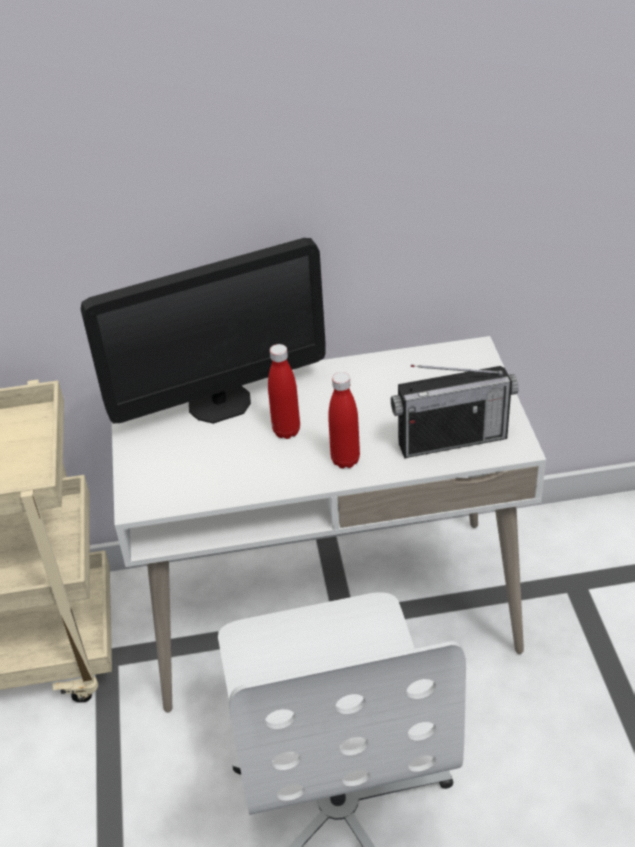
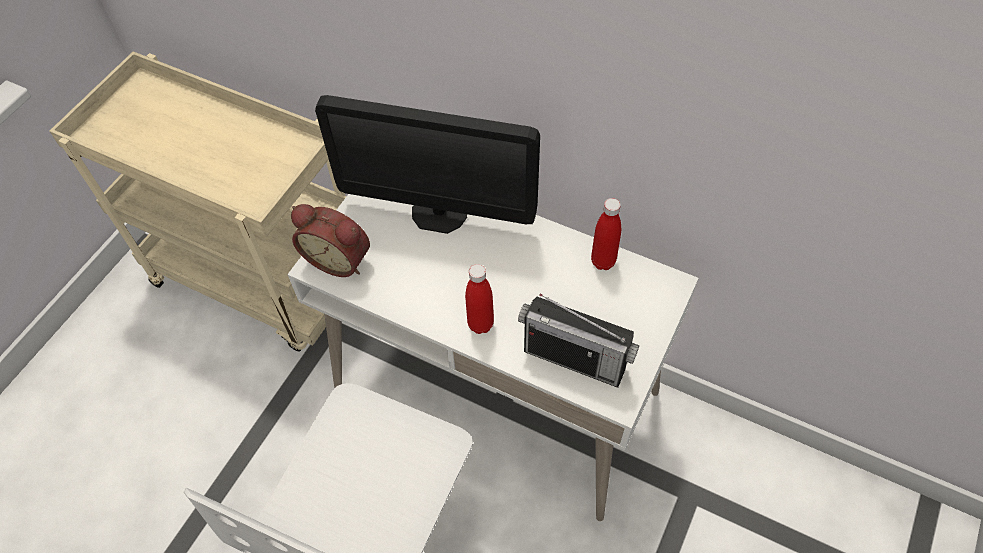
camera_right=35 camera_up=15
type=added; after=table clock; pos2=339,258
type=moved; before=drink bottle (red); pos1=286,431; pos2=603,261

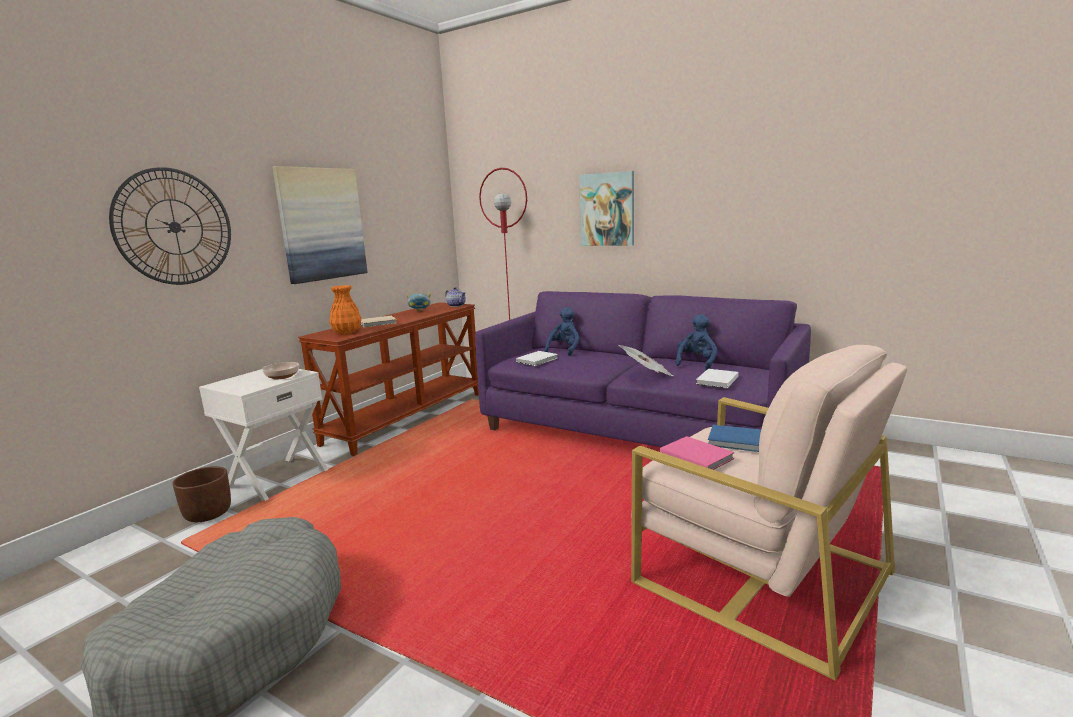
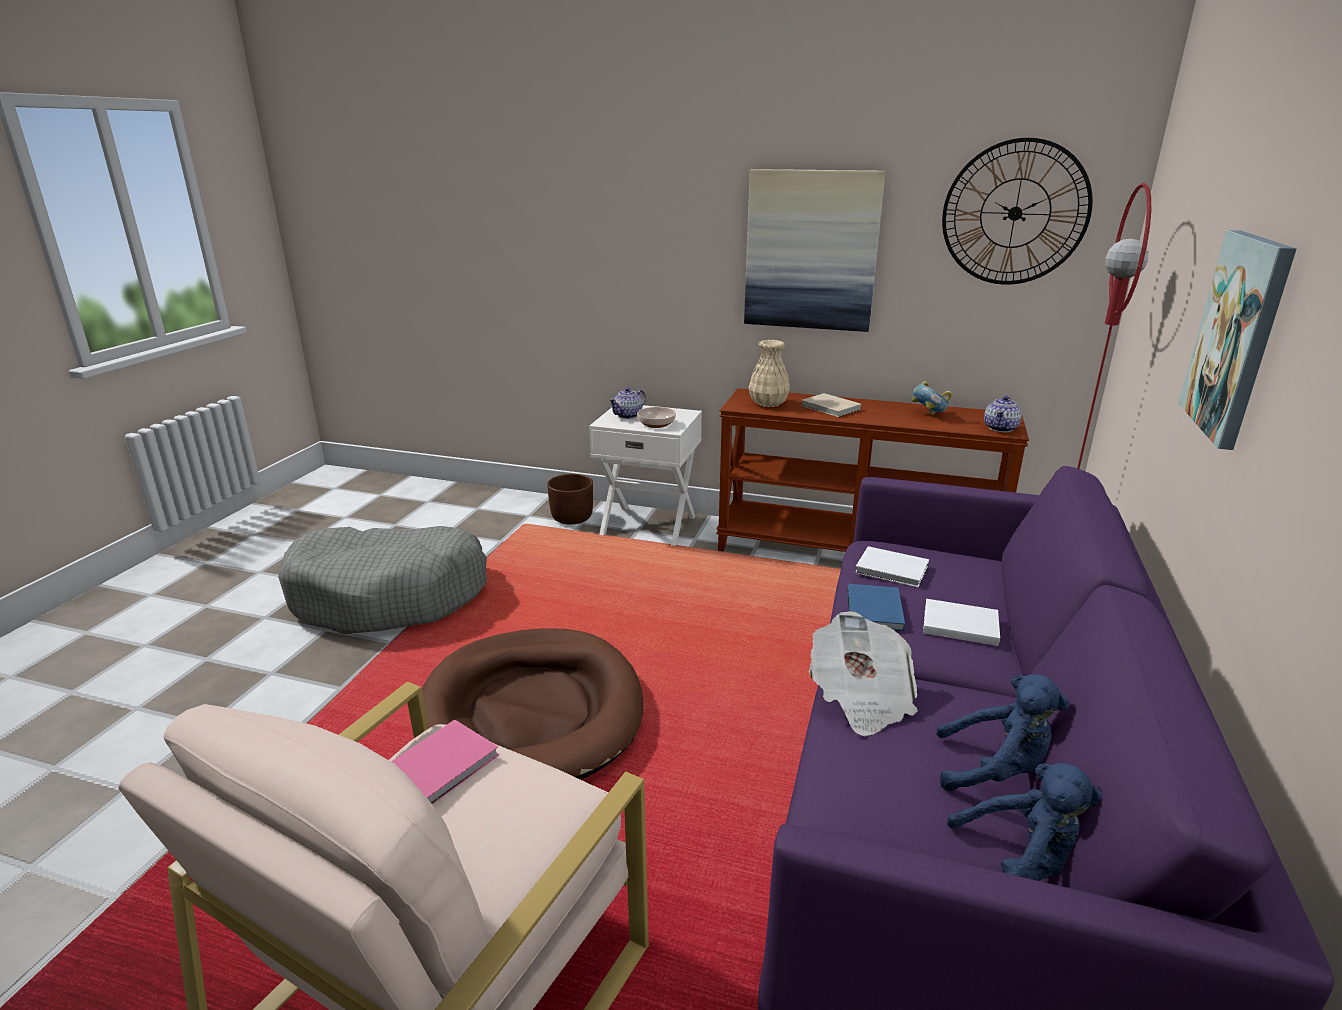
camera_right=75 camera_up=10
type=added; after=dog bed (brown-coloured); pos2=531,713
type=added; after=pot for tea; pos2=628,415
type=moved; before=clock on the wall; pos1=174,227; pos2=1015,213
type=moved; before=plush toy (blue); pos1=564,350; pos2=1017,869
type=moved; before=book (white-coloured); pos1=716,380; pos2=958,624
type=moved; before=book (blue); pos1=739,441; pos2=873,611
type=recoloured; before=flower vase (orangey); after=flower vase (beige-coloured); pos1=347,332; pos2=768,403

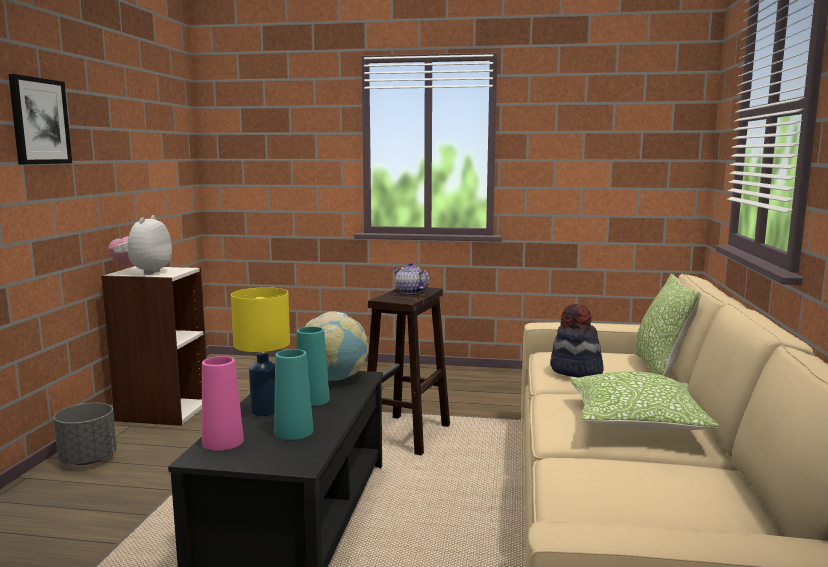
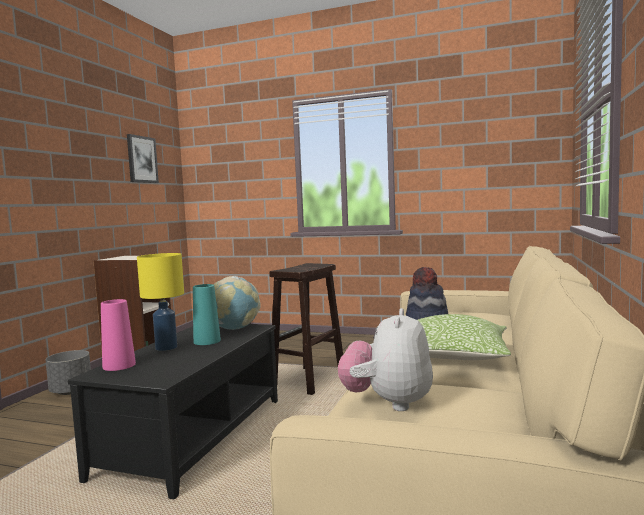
camera_right=10 camera_up=-5
type=removed; before=flower vase (turquoise); pos1=293,431
type=removed; before=pot for tea; pos1=409,292
type=removed; before=throw pillow; pos1=660,368
type=moved; before=wall art; pos1=39,121; pos2=142,159
type=moved; before=plush toy; pos1=144,272; pos2=388,403

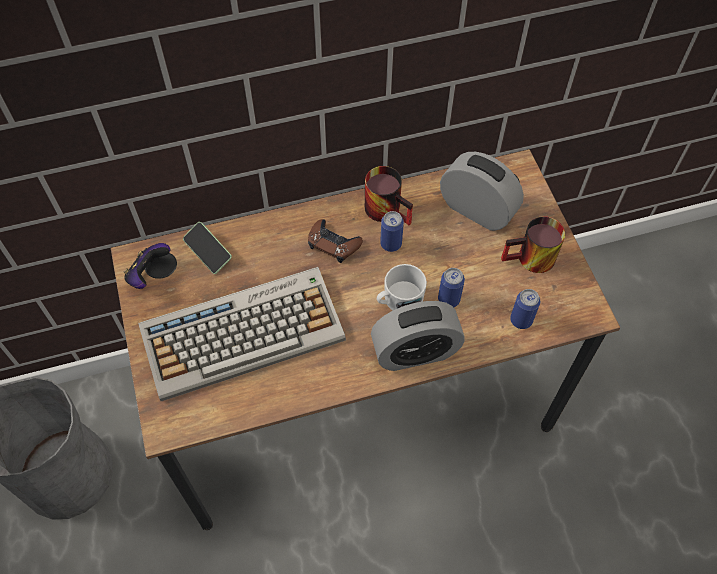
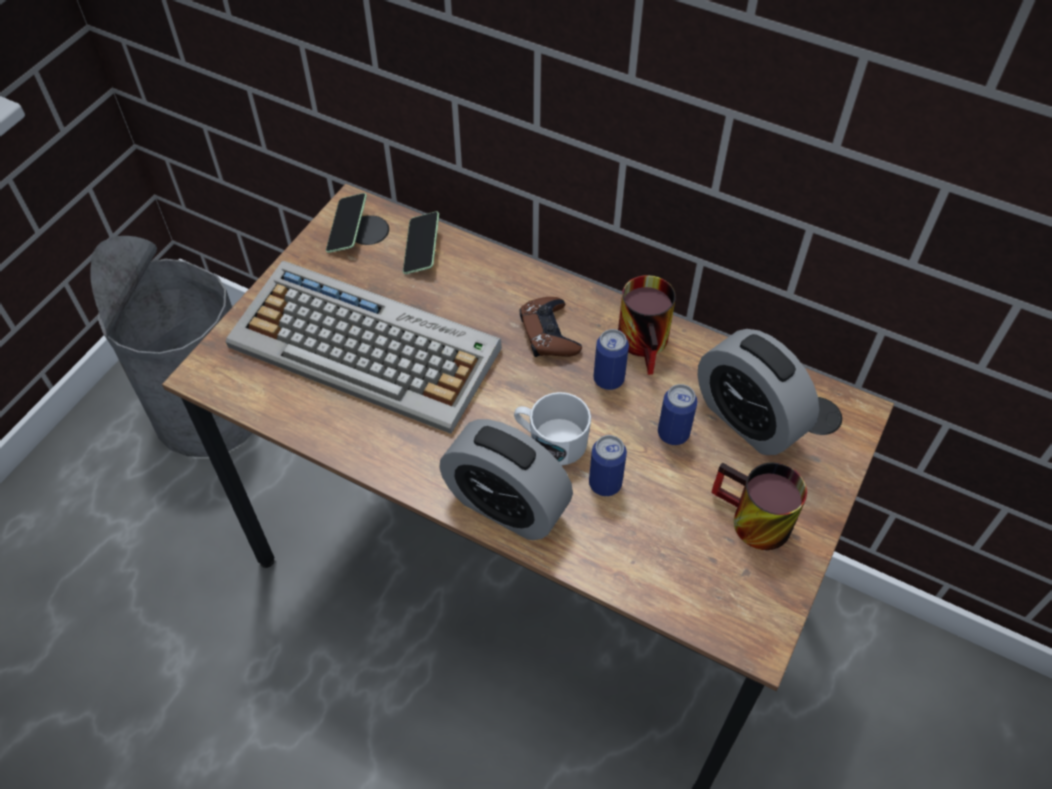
camera_right=45 camera_up=-5
type=moved; before=metal can; pos1=521,320; pos2=673,433
type=replaced; before=joypad; after=telephone; pos1=148,274; pos2=347,230
type=turned; before=table clock; pos1=477,210; pos2=748,419; turn=150

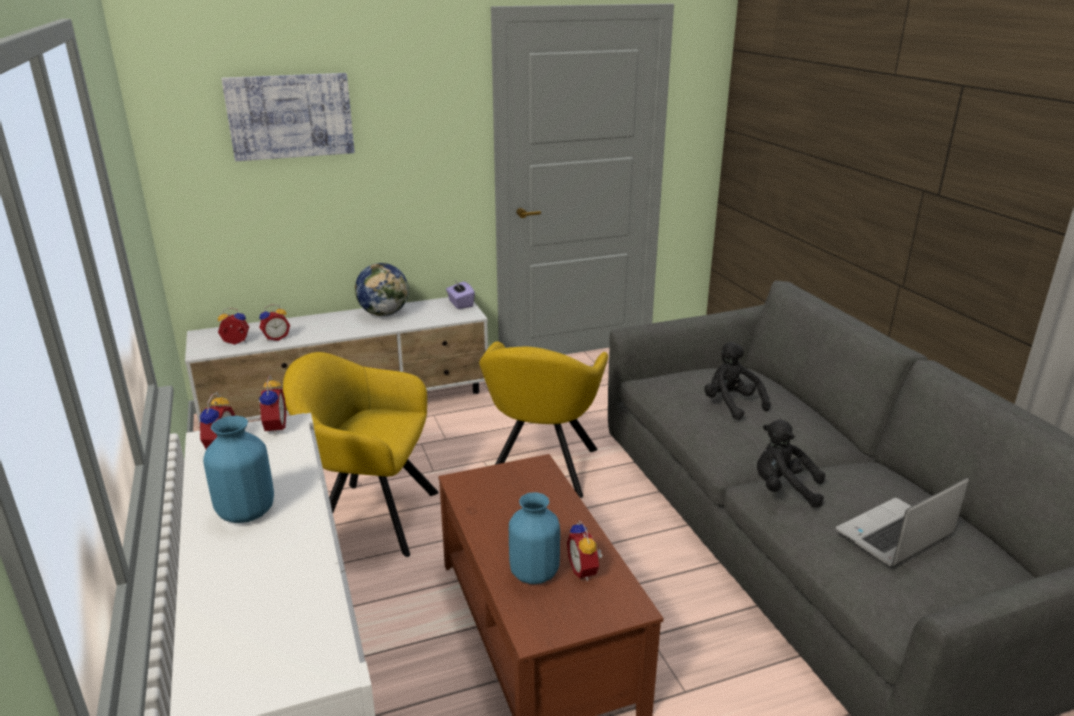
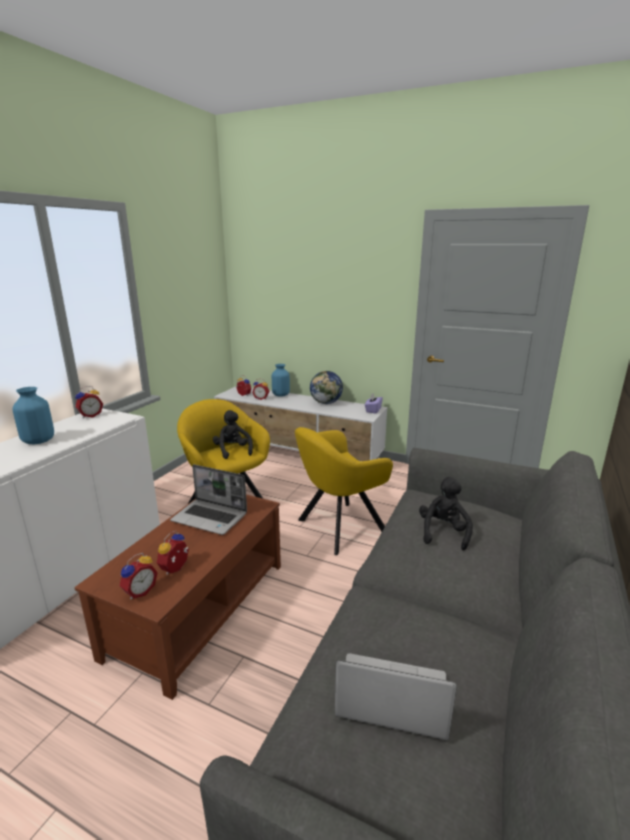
camera_right=45 camera_up=-5
type=removed; before=wall art; pos1=290,116
type=added; after=portable computer; pos2=210,518
type=moved; before=table clock; pos1=273,428; pos2=139,591
type=moved; before=flower vase (blue); pos1=534,574; pos2=280,395
type=moved; before=plush toy (black); pos1=784,489; pos2=233,451

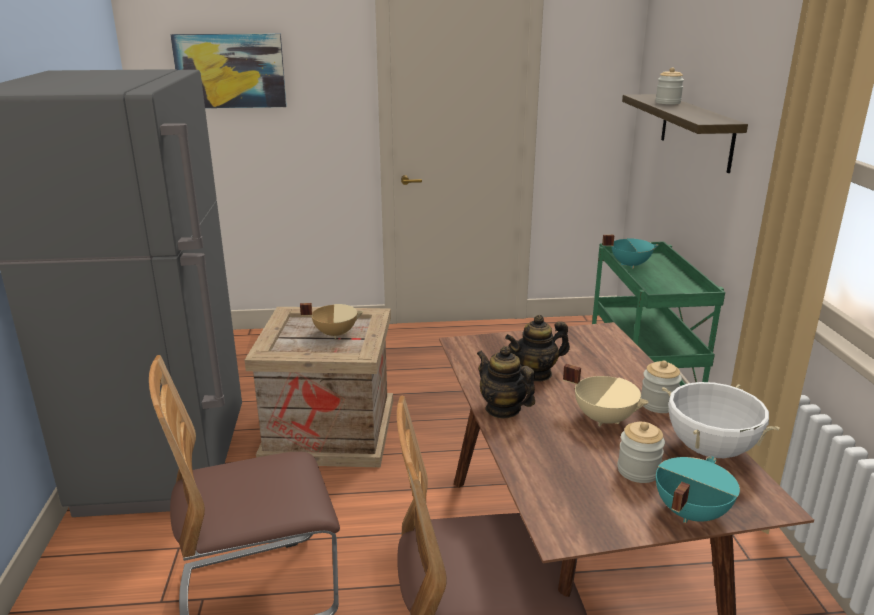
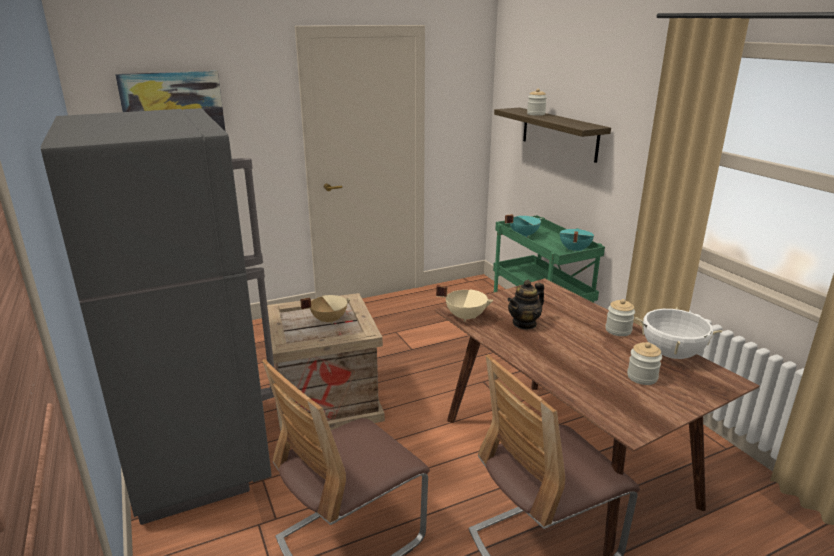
camera_right=-20 camera_up=0
type=removed; before=pot for tea; pos1=503,409
type=moved; before=saucepot (beige-coloured); pos1=604,418; pos2=465,316
type=moved; before=saucepot (turquoise); pos1=689,512; pos2=574,250

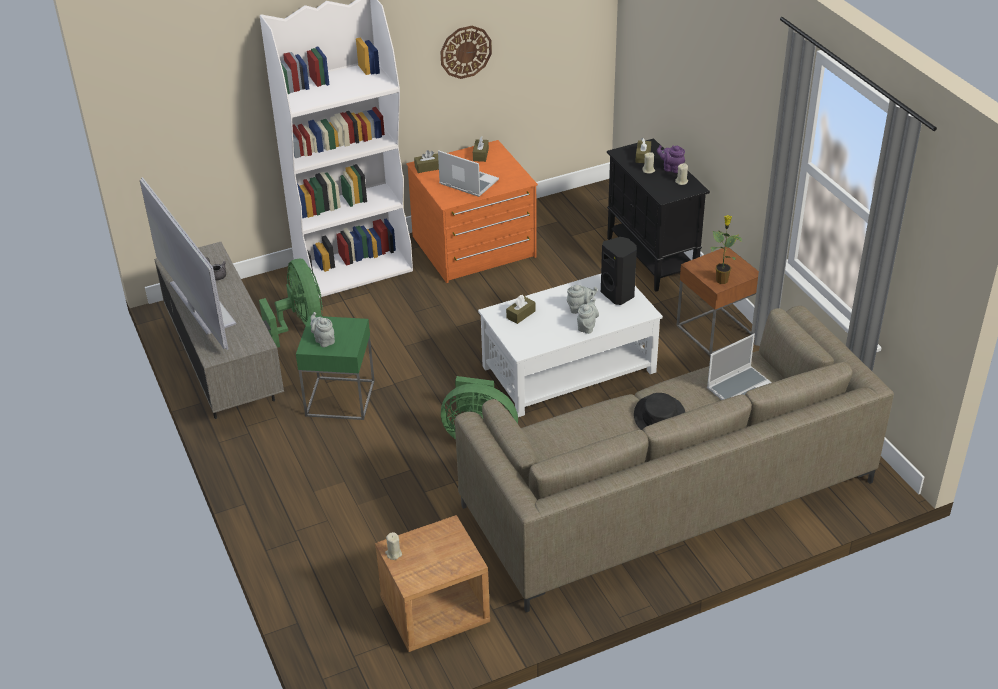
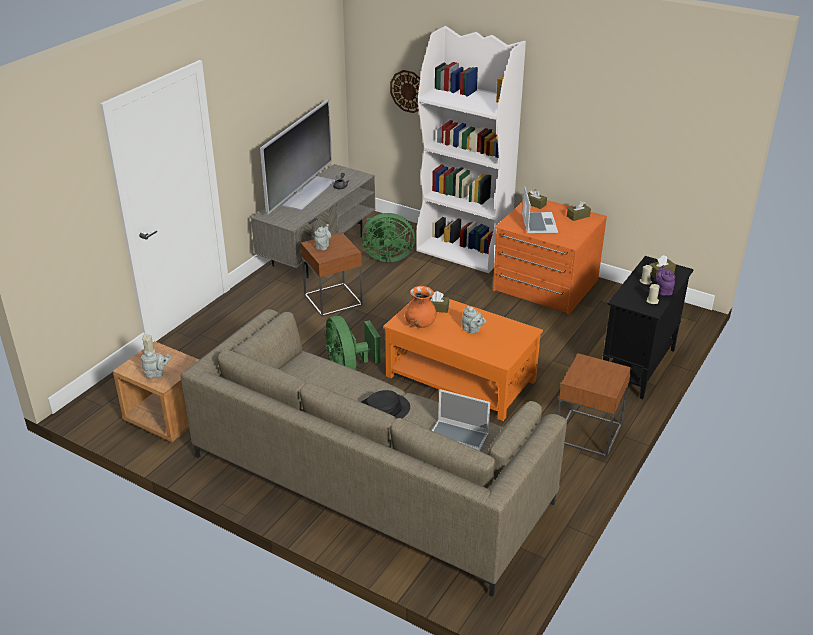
camera_right=55 camera_up=-5
type=removed; before=audio speaker (black); pos1=618,294
type=removed; before=plant in a pot; pos1=721,280
type=added; after=flower vase (orangey); pos2=420,324
type=moved; before=clock on the wall; pos1=465,51; pos2=409,91
type=moved; before=pot for tea (greyish); pos1=587,326; pos2=157,373
type=recoloured; before=accent table (greenish); after=accent table (brown-coloured); pos1=340,398; pos2=333,300
type=recoloured; before=lounge table (white-coloured); after=lounge table (orangey); pos1=568,369; pos2=460,378
type=turned; before=fan (greenish); pos1=300,324; pos2=387,257; turn=60

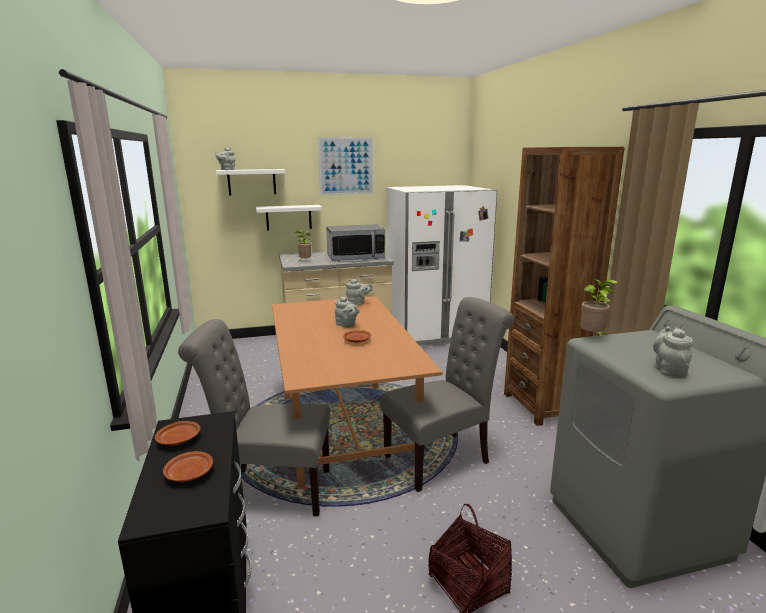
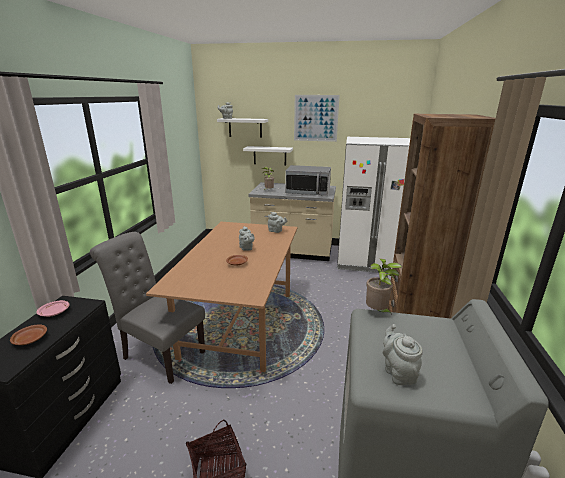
camera_right=25 camera_up=5
type=removed; before=upright chair (greyish); pos1=442,458
type=recoloured; before=flat dish (brown-coloured); after=flat dish (pink-coloured); pos1=179,439; pos2=55,312
type=turned; before=pot for tea (greyish); pos1=668,370; pos2=398,372; turn=-45

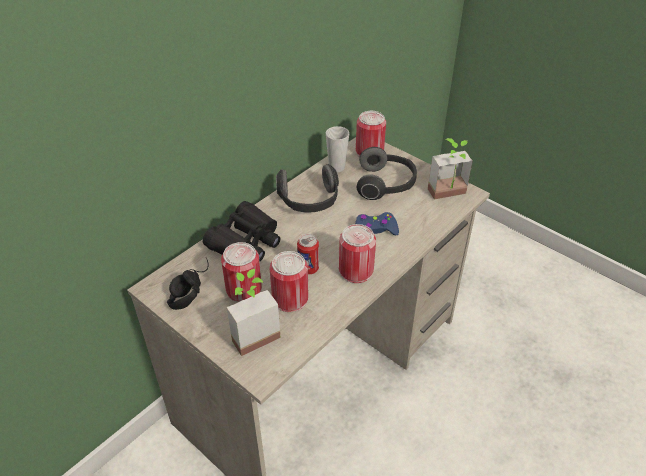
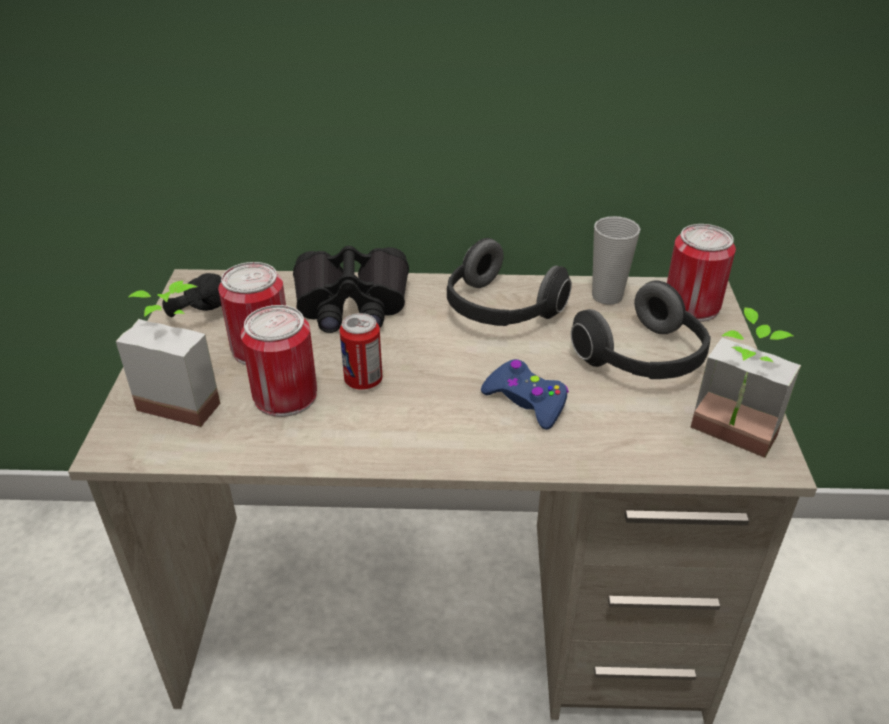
camera_right=50 camera_up=-5
type=removed; before=metal can; pos1=356,271

